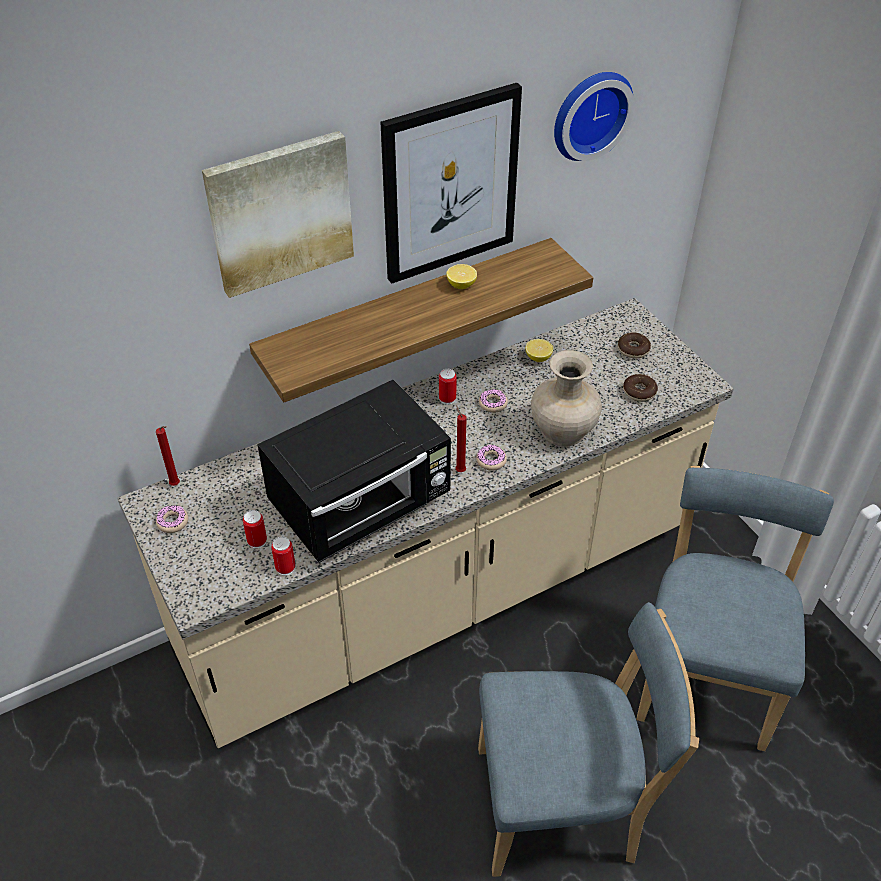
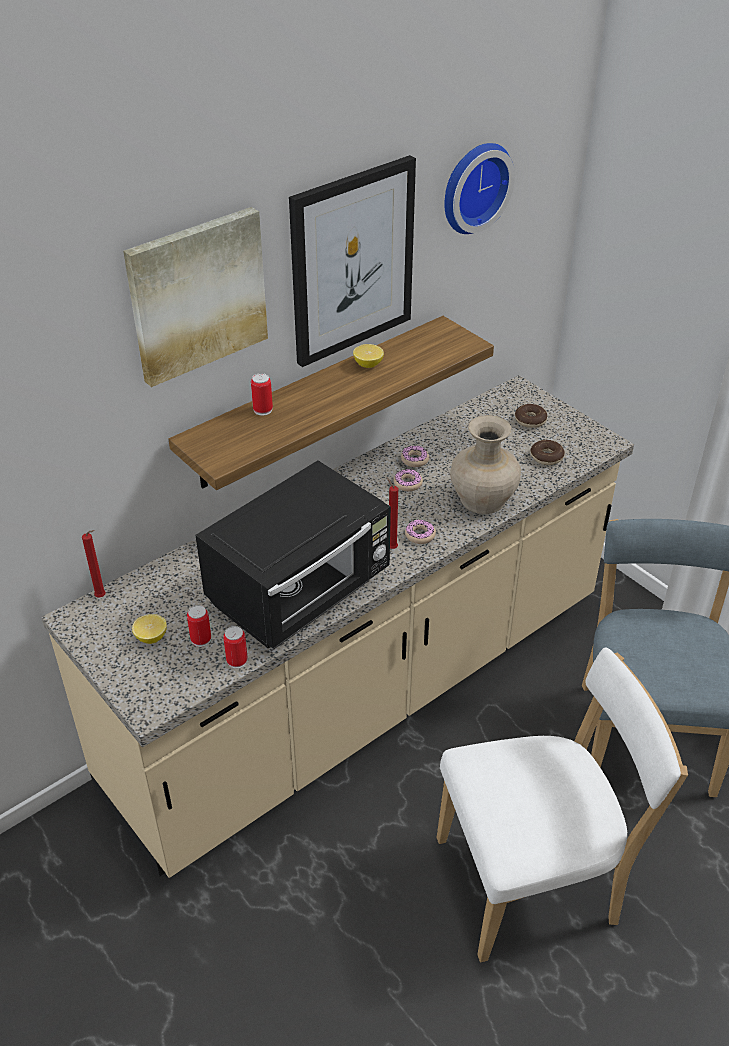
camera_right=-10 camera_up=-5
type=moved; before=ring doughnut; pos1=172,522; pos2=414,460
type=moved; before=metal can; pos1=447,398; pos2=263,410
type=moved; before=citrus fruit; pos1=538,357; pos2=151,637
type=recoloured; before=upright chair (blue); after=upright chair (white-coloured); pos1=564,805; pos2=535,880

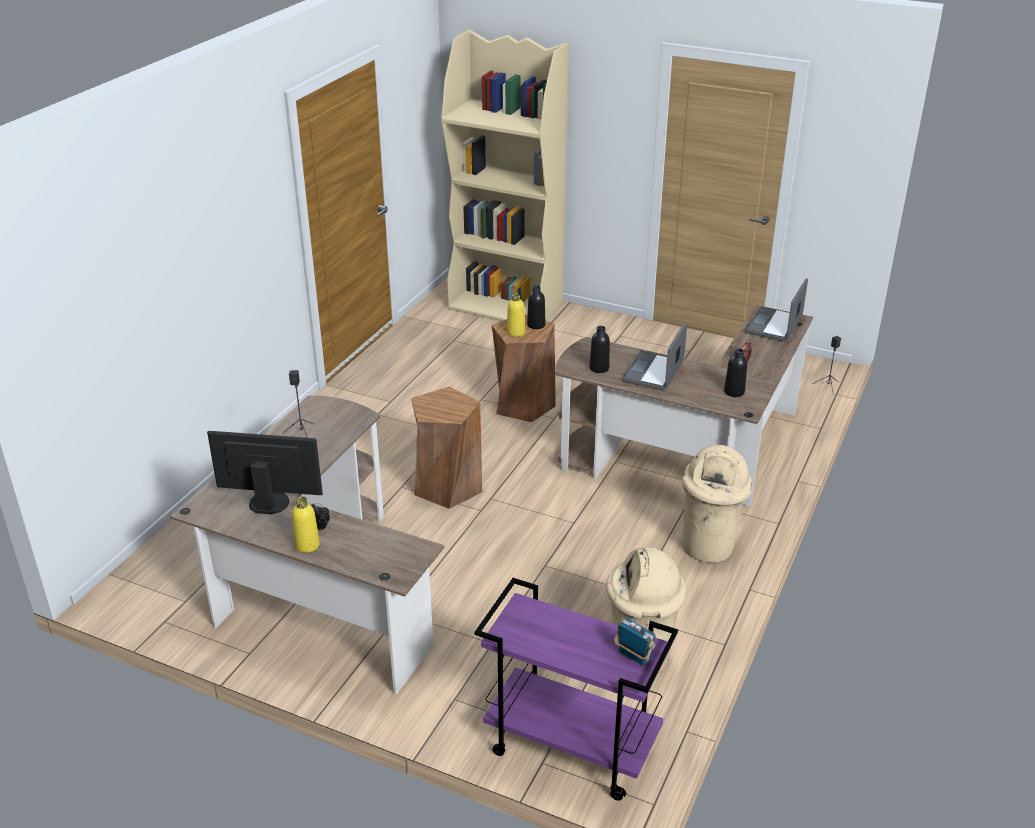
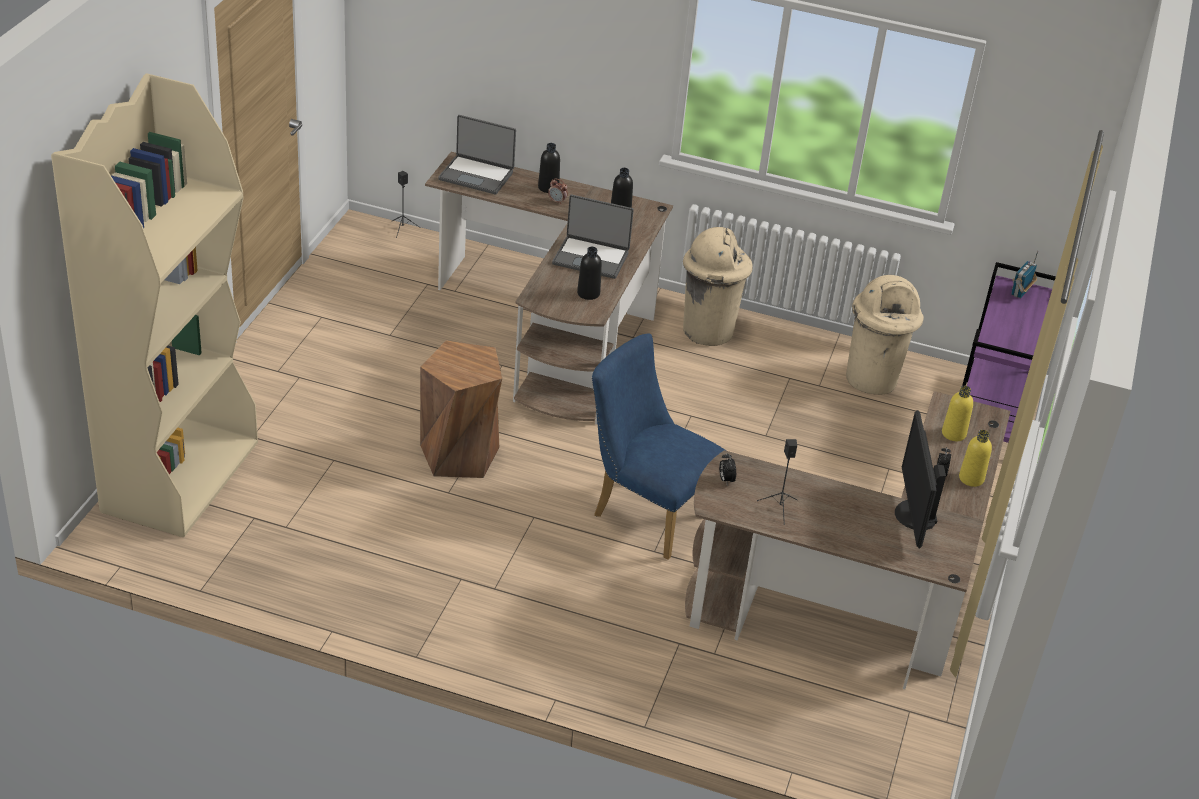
camera_right=-100 camera_up=5
type=added; after=table clock; pos2=726,479
type=moved; before=drink bottle (yellowish); pos1=516,333; pos2=953,434
type=moved; before=drink bottle (black); pos1=536,325; pos2=548,187
type=replaced; before=stool (brown-coloured); after=upright chair (blue); pos1=448,487; pos2=646,511

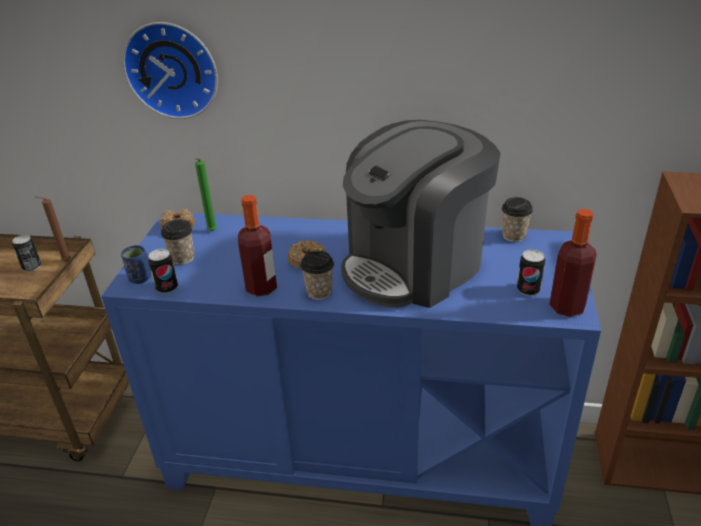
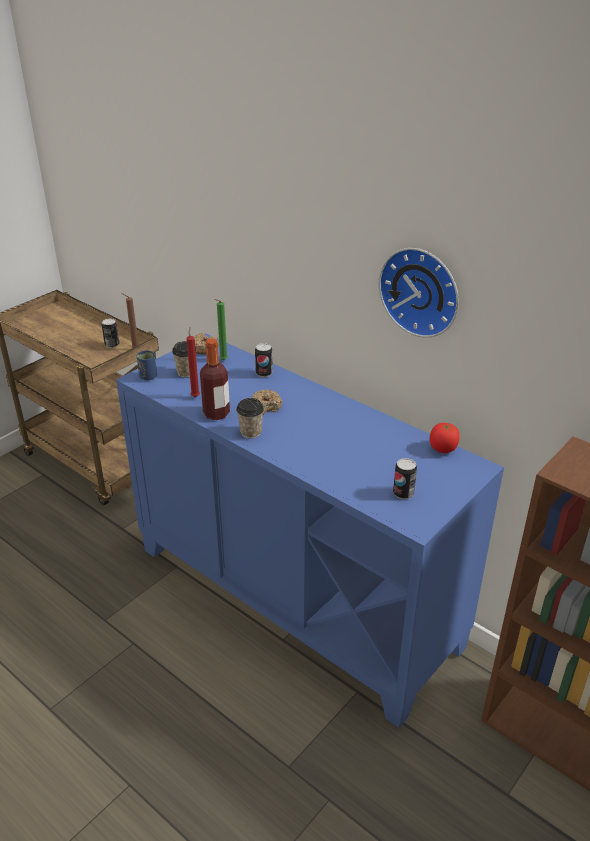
camera_right=30 camera_up=0
type=removed; before=coffee machine; pos1=414,265
type=removed; before=drink bottle; pos1=567,307
type=added; after=candle (red); pos2=195,396
type=moved; before=clock on the wall; pos1=173,69; pos2=421,290
type=moved; before=metal can; pos1=167,288; pos2=264,373
type=replaced; before=small cup; after=whole tomato; pos1=513,236; pos2=442,449

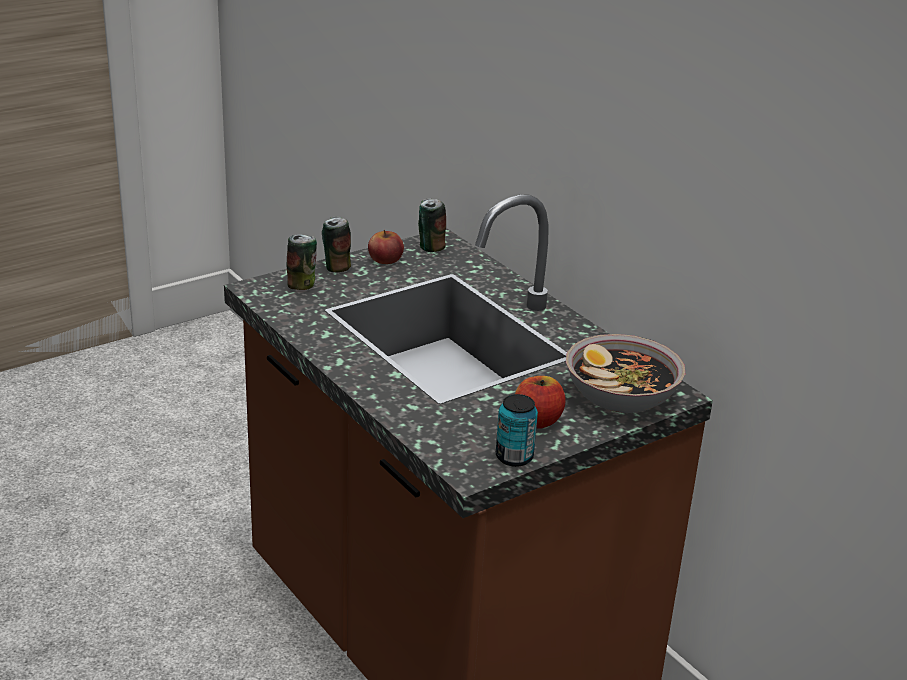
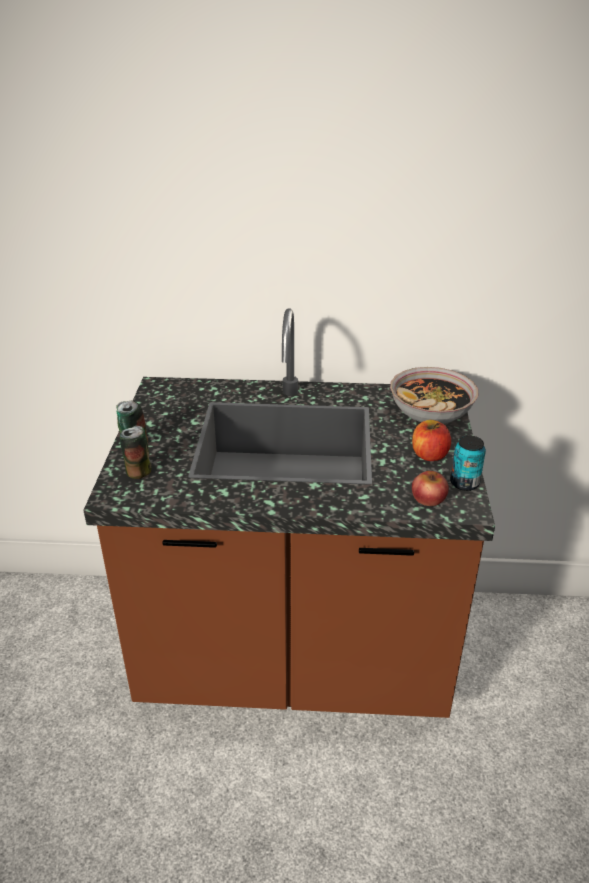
camera_right=-50 camera_up=5
type=removed; before=metal can; pos1=430,247
type=moved; before=apple fruit; pos1=385,259; pos2=428,498

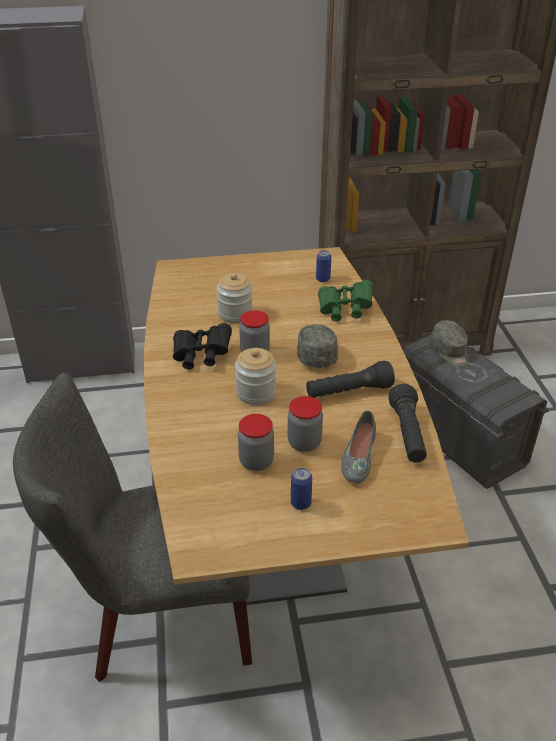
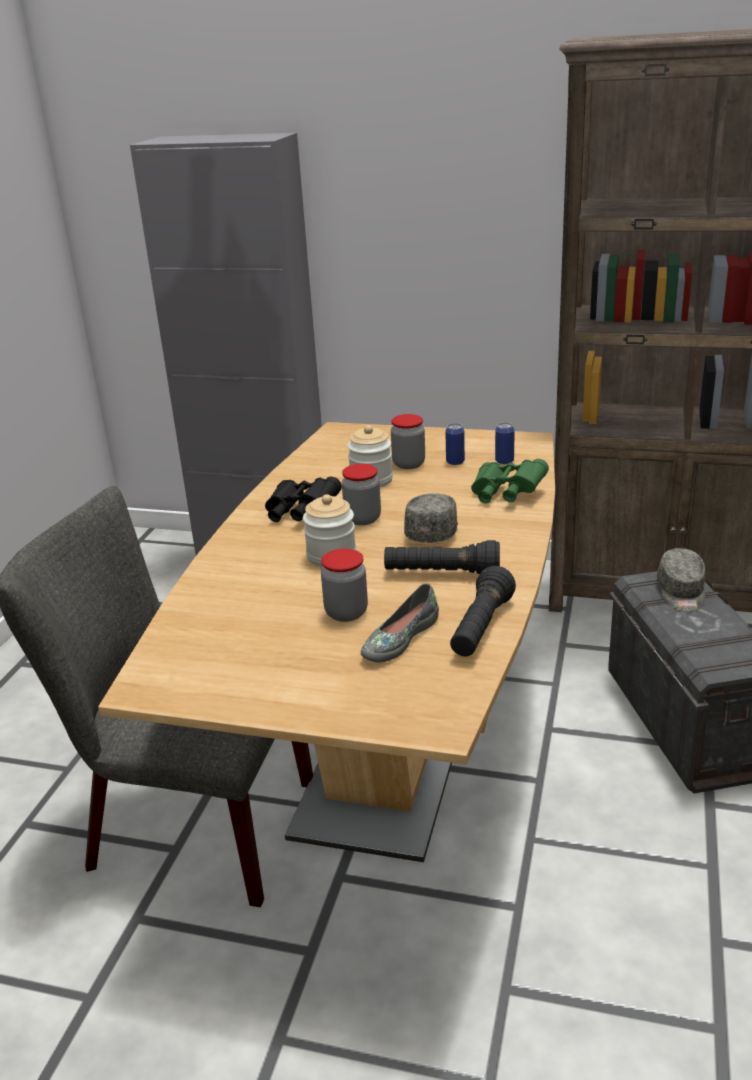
camera_right=25 camera_up=-10
type=moved; before=jar; pos1=256,461; pos2=408,464
type=moved; before=metal can; pos1=300,503; pos2=455,462

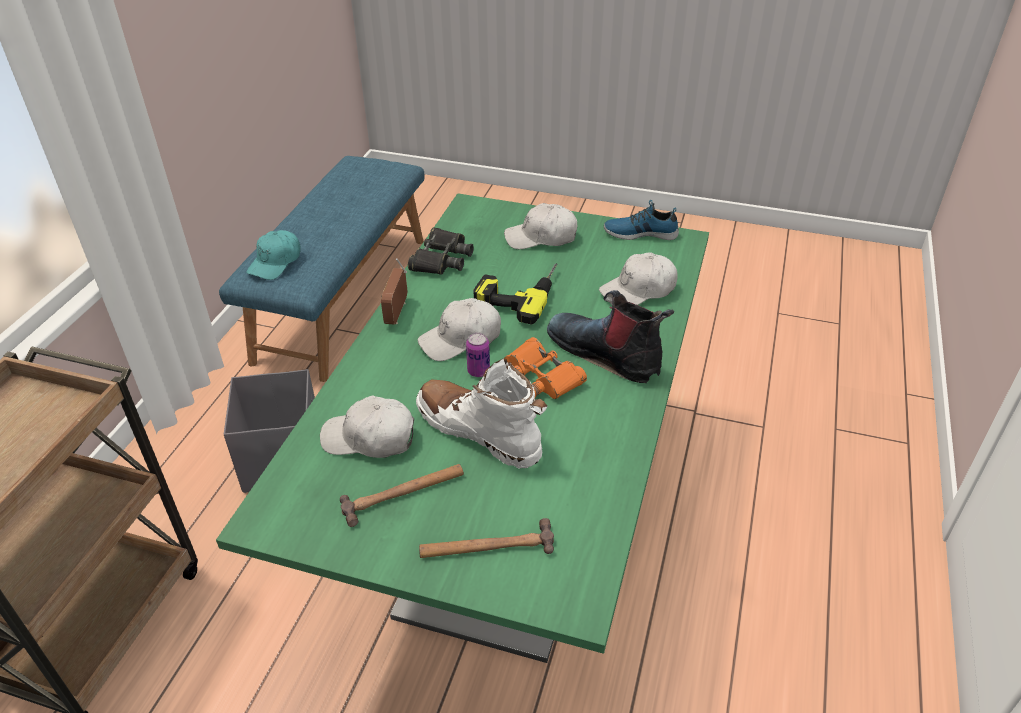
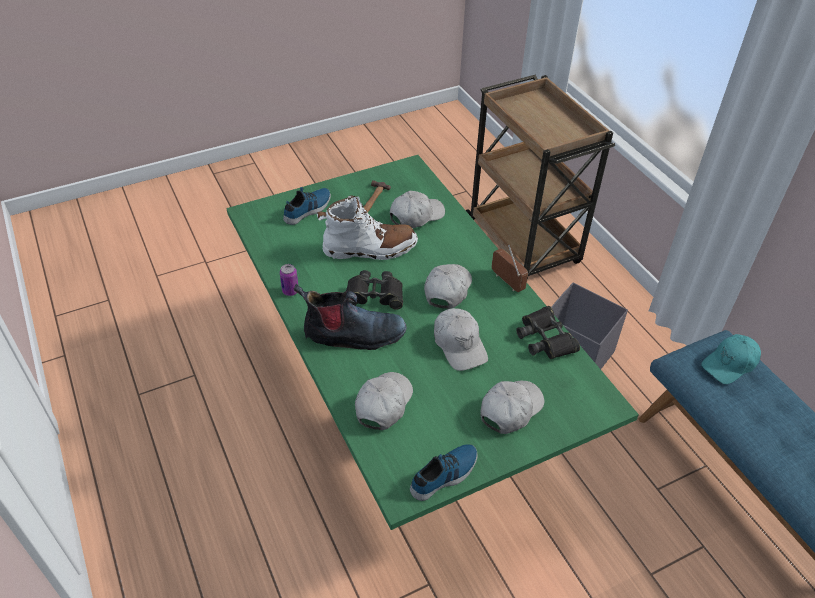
camera_right=135 camera_up=5
type=moved; before=metal can; pos1=478,371; pos2=290,291
type=replaced; before=tool hammer; after=item of footwear; pos1=487,546; pos2=308,209
type=replaced; before=drill; after=peaked cap (white-coloured); pos1=518,293; pos2=459,344
type=recoloured; before=pair of binoculars (orangey); after=pair of binoculars (black); pos1=540,377; pos2=374,295
type=turned; before=peaked cap (turquoise); pos1=276,262; pos2=730,364; turn=-105

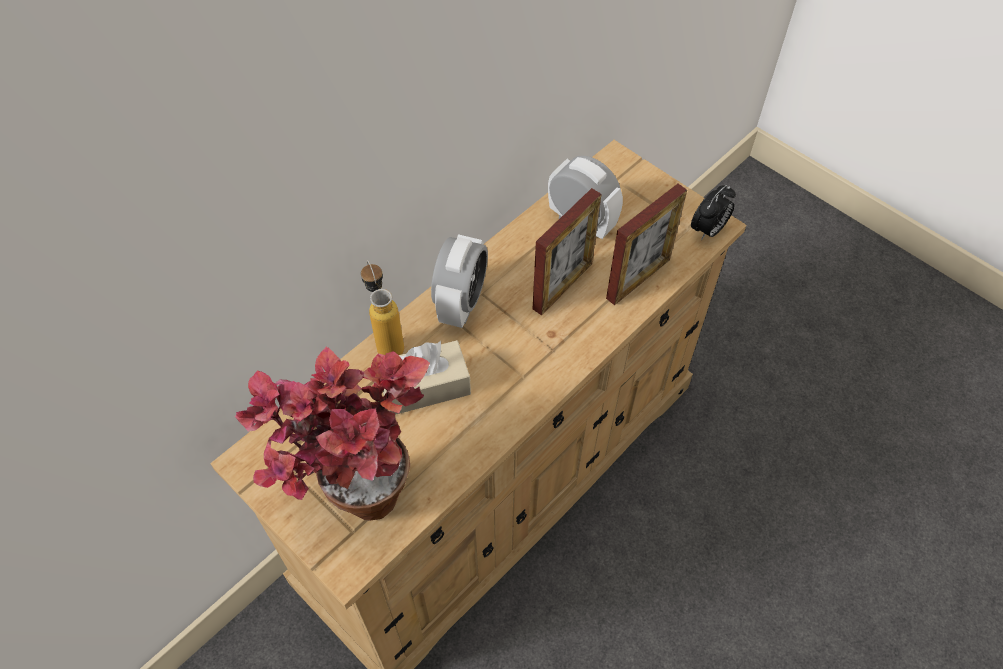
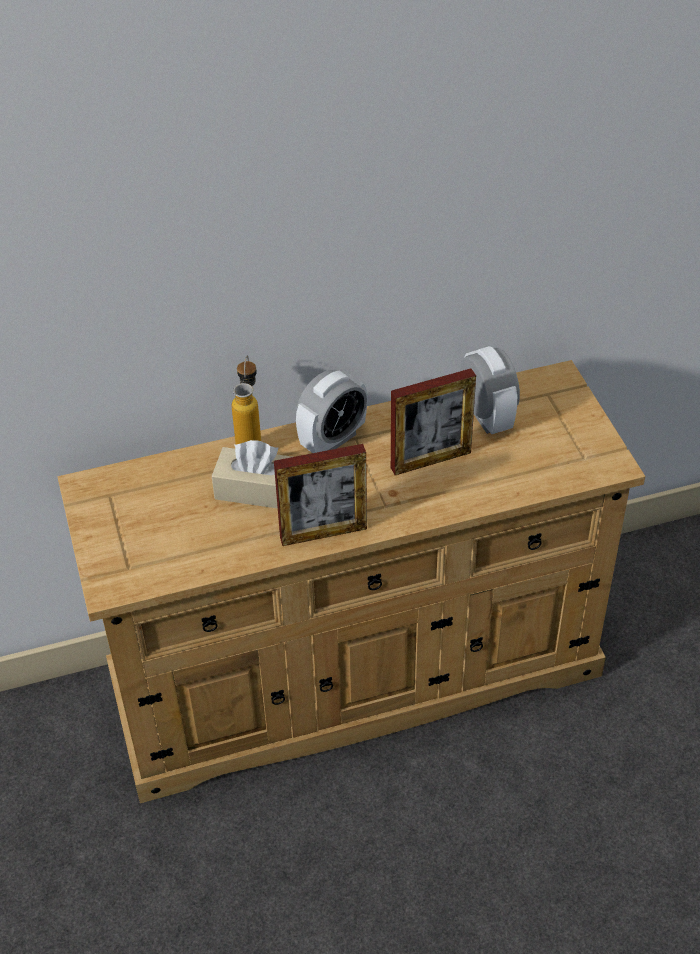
camera_right=30 camera_up=-10
type=removed; before=plant in a pot; pos1=354,488
type=removed; before=table clock; pos1=708,230
type=moved; before=picture frame; pos1=638,279; pos2=323,533

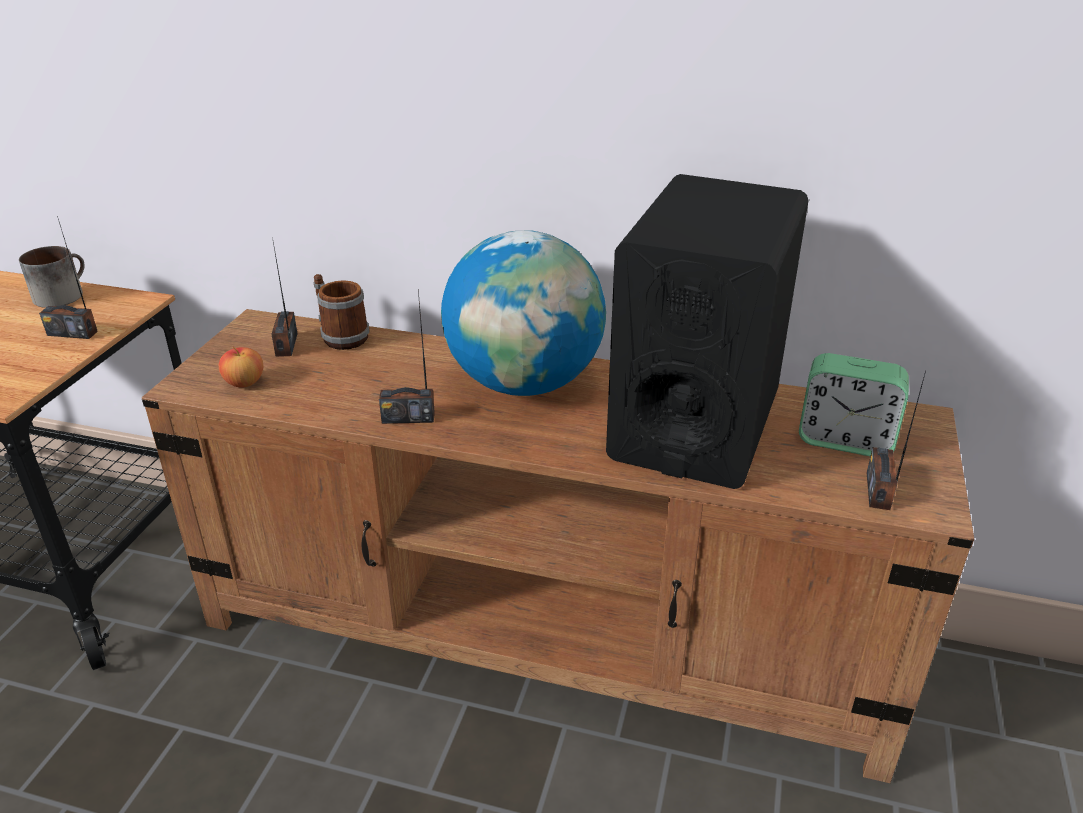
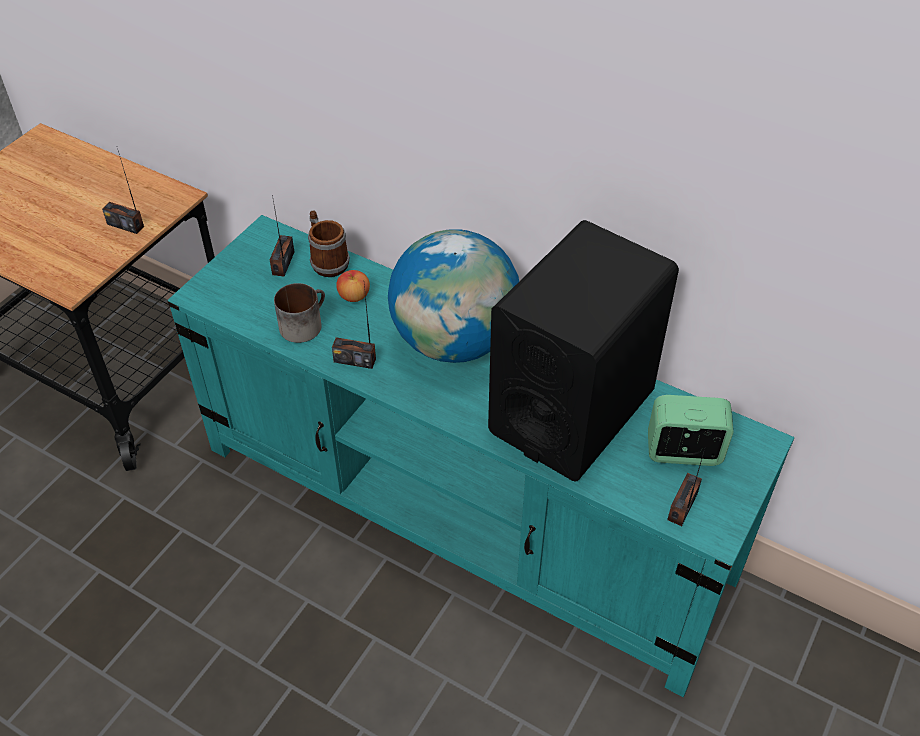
camera_right=15 camera_up=15
type=moved; before=tea mug; pos1=62,294; pos2=303,323
type=moved; before=apple fruit; pos1=244,382; pos2=354,296
type=recoloured; before=tv stand (brown-coloured); after=tv stand (turquoise); pos1=545,633; pos2=464,513
type=turned; before=table clock; pos1=845,440; pos2=683,452; turn=150

